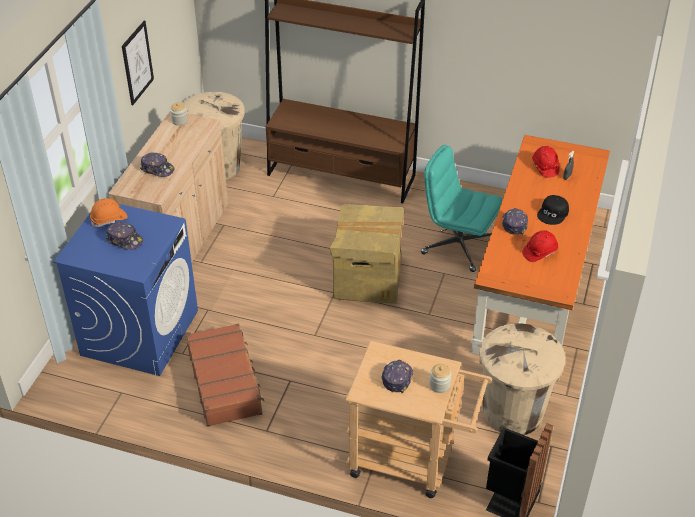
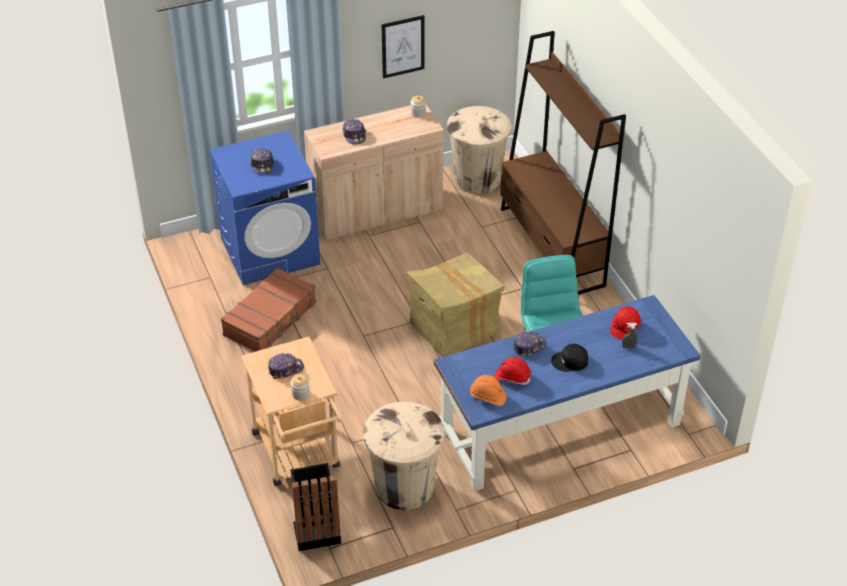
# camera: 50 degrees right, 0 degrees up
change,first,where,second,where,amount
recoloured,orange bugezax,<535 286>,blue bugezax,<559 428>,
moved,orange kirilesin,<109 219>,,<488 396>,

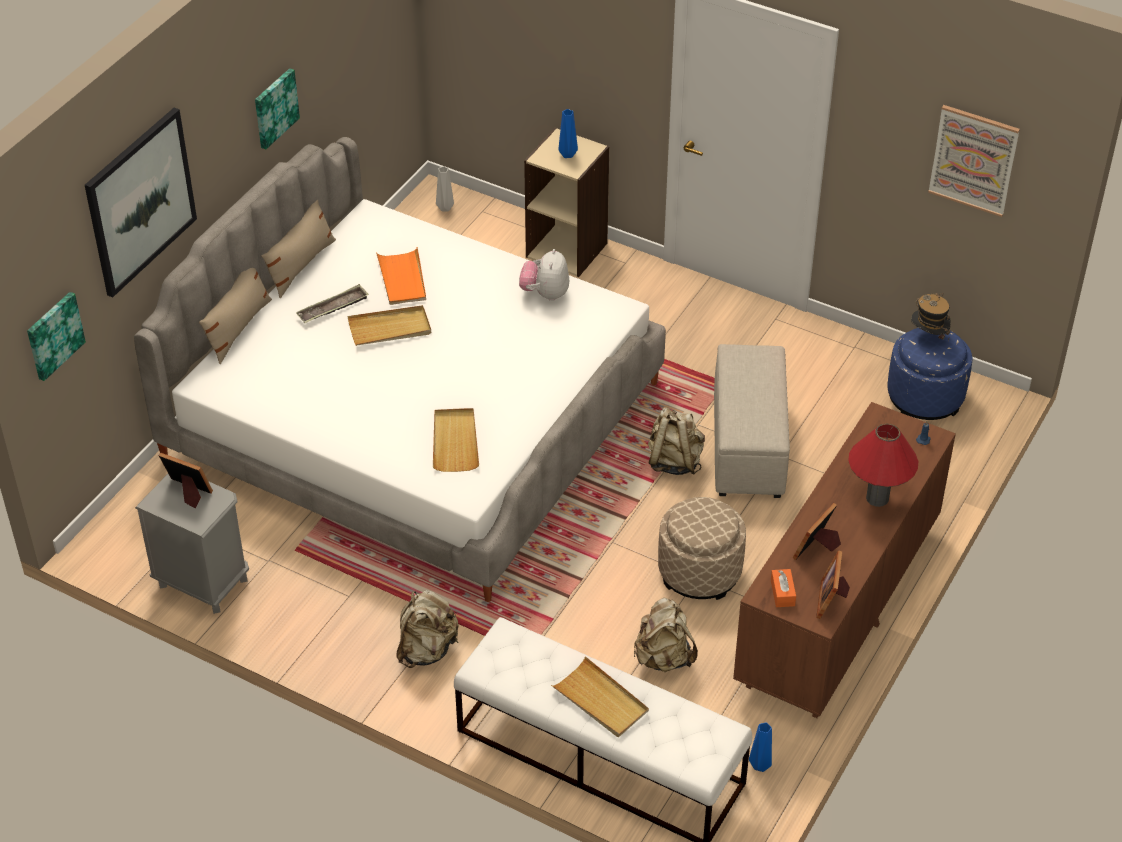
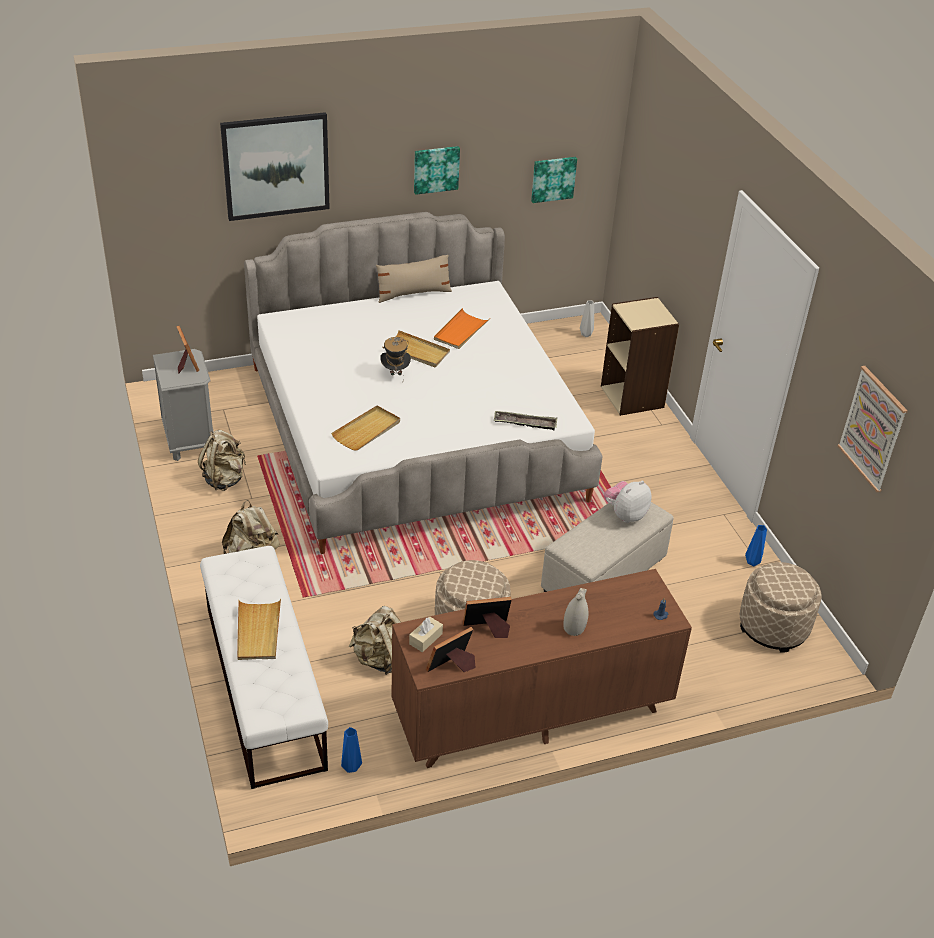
# camera: 40 degrees right, 5 degrees down
change,first,where,second,where,amount
moved,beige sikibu,<674 461>,,<224 479>,
moved,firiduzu,<928 337>,,<395 374>,
recoloured,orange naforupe,<782 593>,beige naforupe,<425 639>,
moved,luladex,<333 308>,,<525 423>,
moved,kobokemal,<54 335>,,<553 178>,
replaced,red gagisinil,<877 498>,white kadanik,<574 628>,
moved,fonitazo,<545 293>,,<625 515>,
recoloured,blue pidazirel,<925 397>,beige pidazirel,<773 627>,
moved,blue kadanik,<568 155>,,<753 563>,
removed,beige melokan,<238 328>,,,

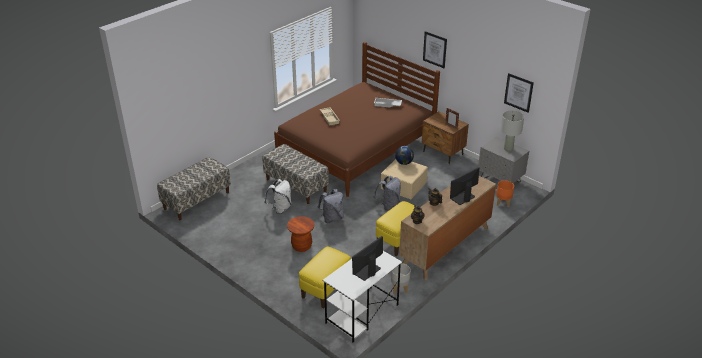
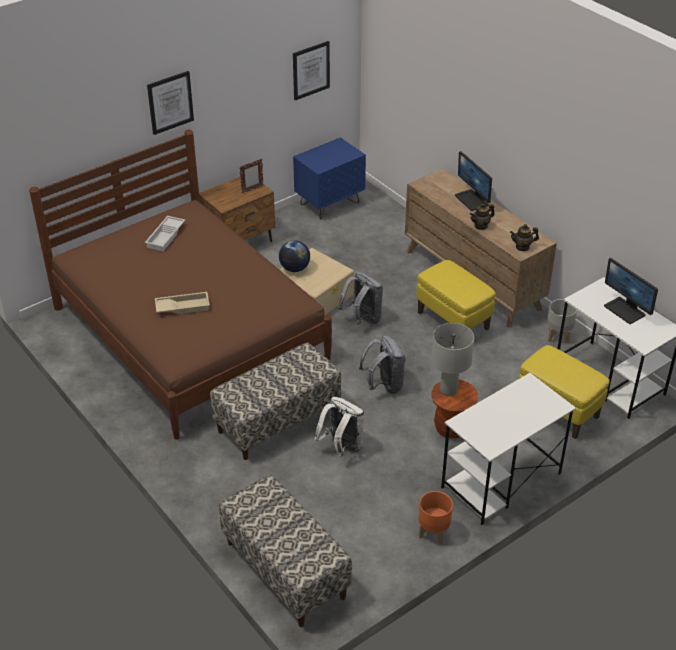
# camera: 80 degrees left, 5 degrees up
change,first,where,second,where,amount
recoloured,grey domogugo,<500 180>,blue domogugo,<329 203>,
moved,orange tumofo,<503 203>,,<434 532>,
moved,grey gagisinil,<508 149>,,<449 390>,
added,,,white bugezax,<500 481>,

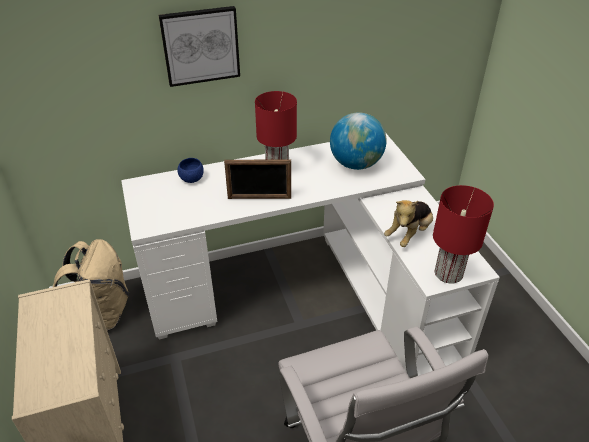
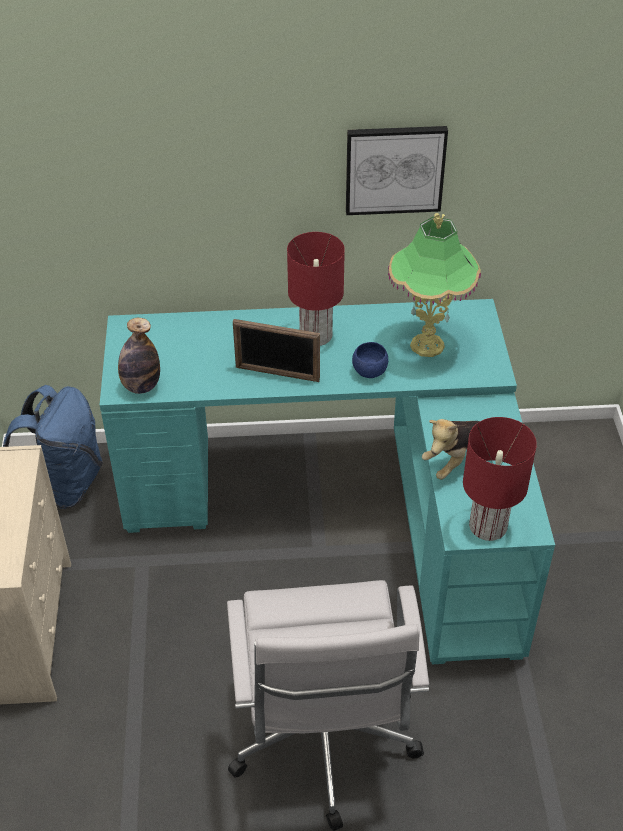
# camera: 15 degrees right, 5 degrees up
change,first,where,second,where,amount
recoloured,beige sikibu,<103 314>,blue sikibu,<65 484>,
recoloured,white bugezax,<309 291>,turquoise bugezax,<347 508>,
added,,,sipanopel,<141 386>,
moved,kobokemal,<200 46>,,<394 169>,
moved,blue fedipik,<191 179>,,<369 371>,
replaced,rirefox,<355 164>,gagisinil,<427 345>,

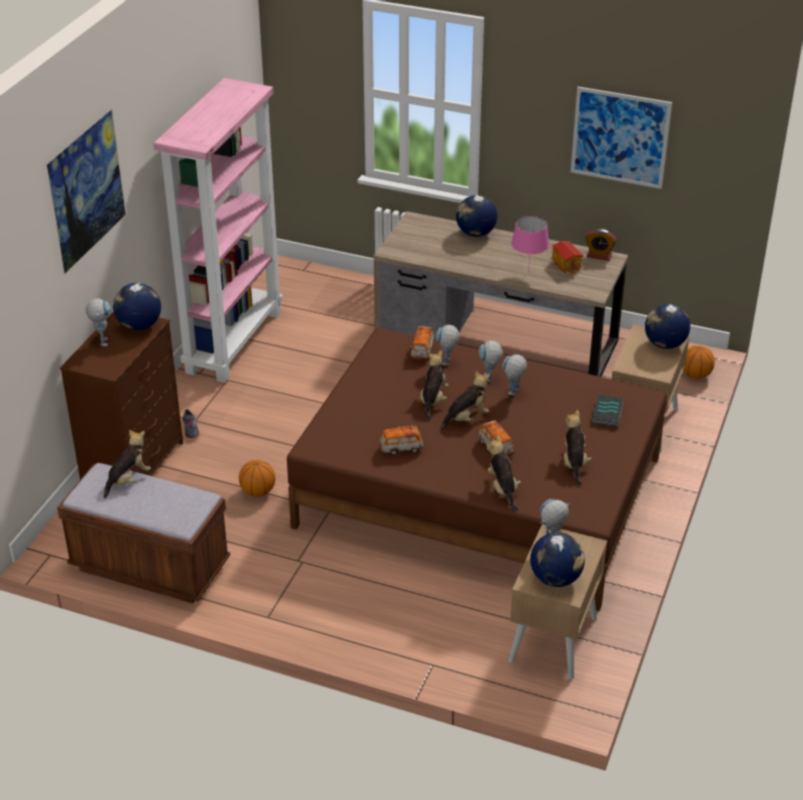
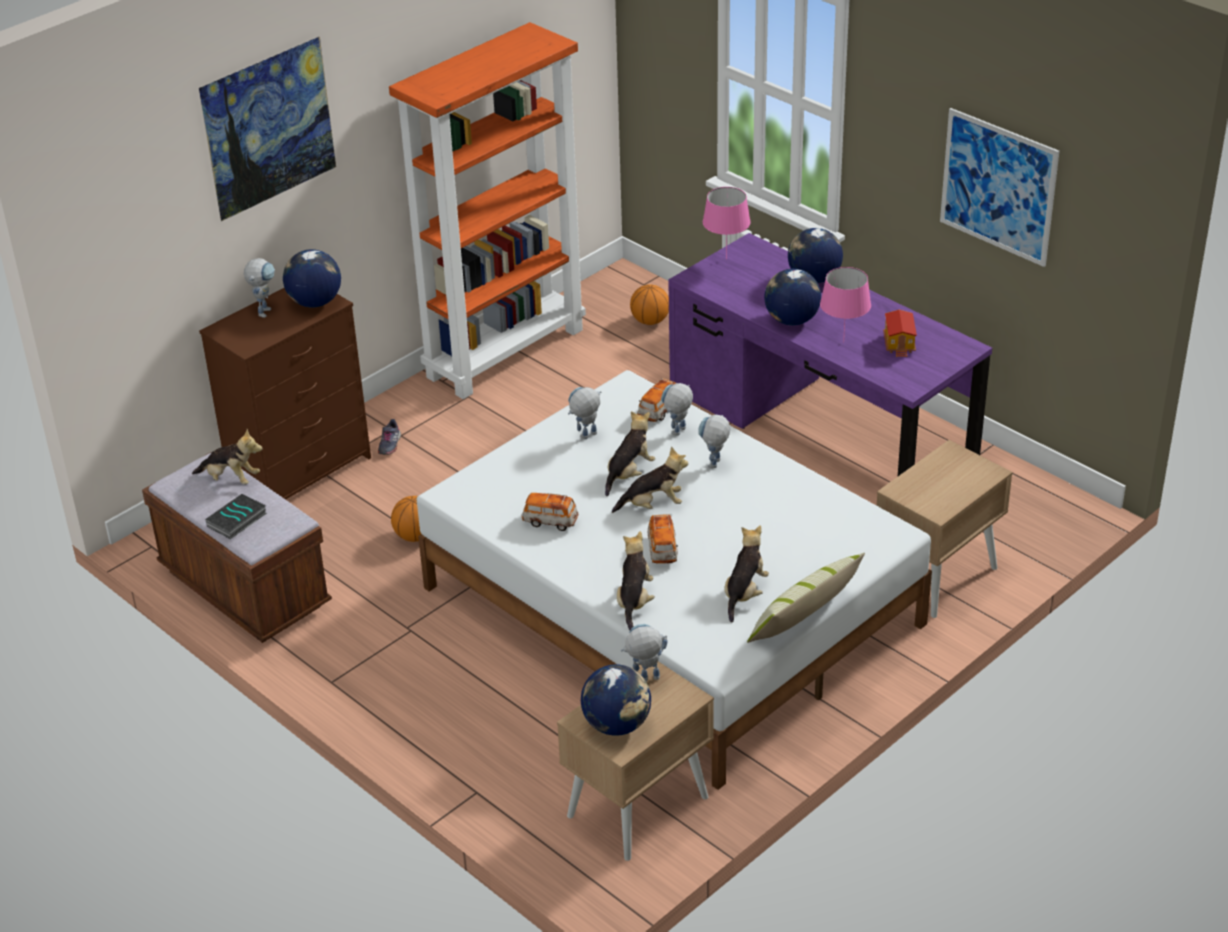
# camera: 25 degrees right, 0 degrees up
change,first,where,second,where,amount
turned,fonitazo,<128 480>,,<231 479>,45 degrees clockwise
moved,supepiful,<608 414>,,<237 521>,
recoloured,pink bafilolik,<233 341>,orange bafilolik,<505 352>,
recoloured,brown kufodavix,<479 492>,white kufodavix,<671 606>,
moved,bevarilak,<513 394>,,<586 437>,
moved,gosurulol,<695 375>,,<650 321>,
recoloured,brown bugezax,<496 341>,purple bugezax,<820 426>,
added,,,pink gagisinil,<726 259>,
added,,,melokan,<804 618>,
moved,rirefox,<664 344>,,<791 320>,
removed,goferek,<599 255>,,,

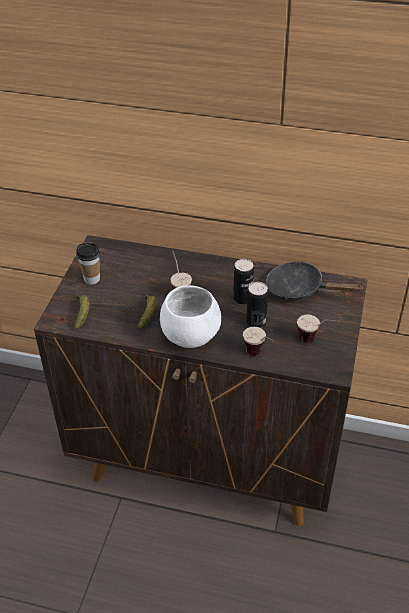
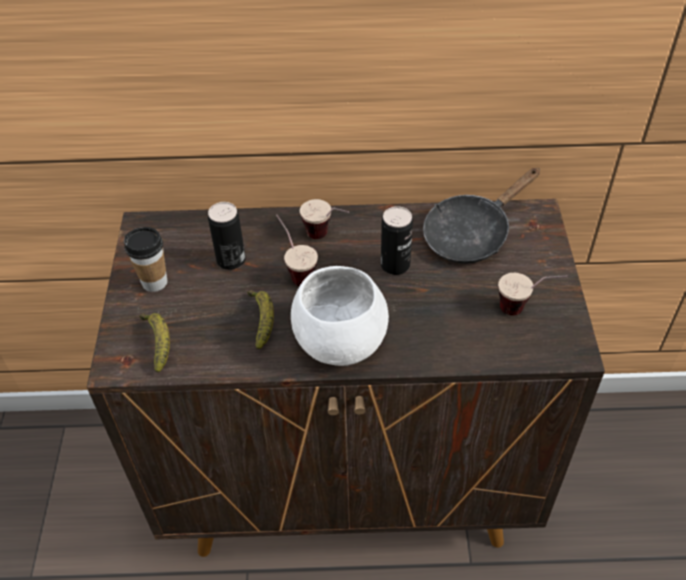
# camera: 15 degrees left, 5 degrees up
change,first,where,second,where,amount
moved,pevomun,<256 321>,,<231 260>,
moved,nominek,<259 355>,,<327 237>,
turned,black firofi,<300 289>,,<471 234>,45 degrees counterclockwise

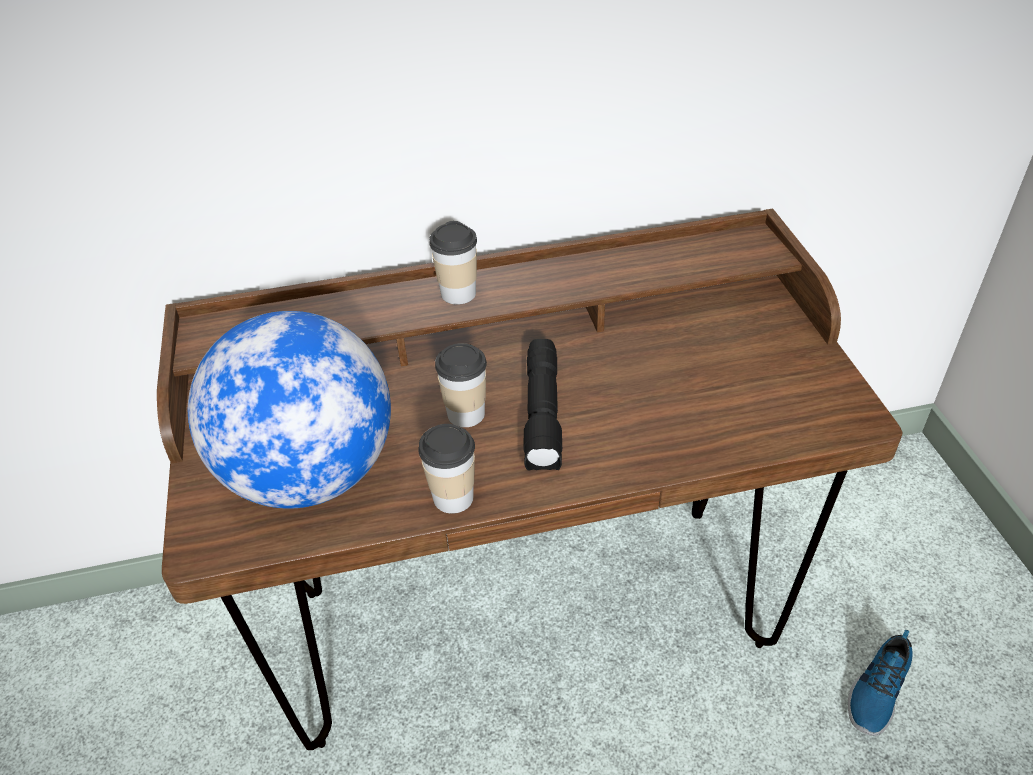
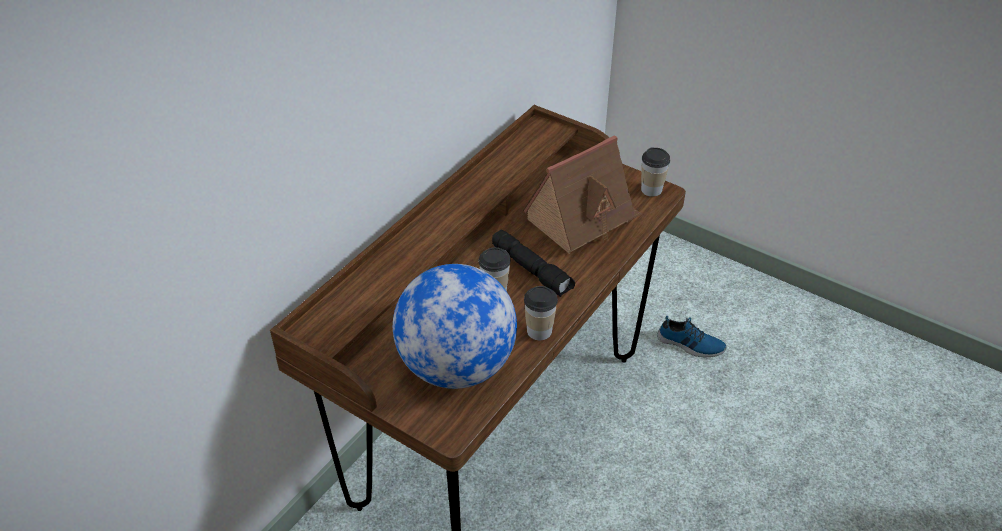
# camera: 45 degrees left, 0 degrees up
change,first,where,second,where,amount
added,,,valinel,<582 218>,
moved,nominek,<458 294>,,<651 190>,
turned,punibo,<877 689>,,<690 344>,60 degrees counterclockwise

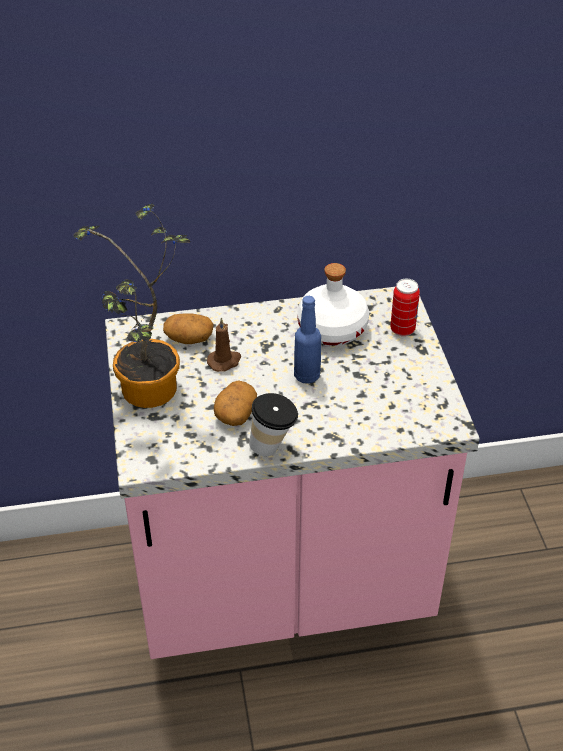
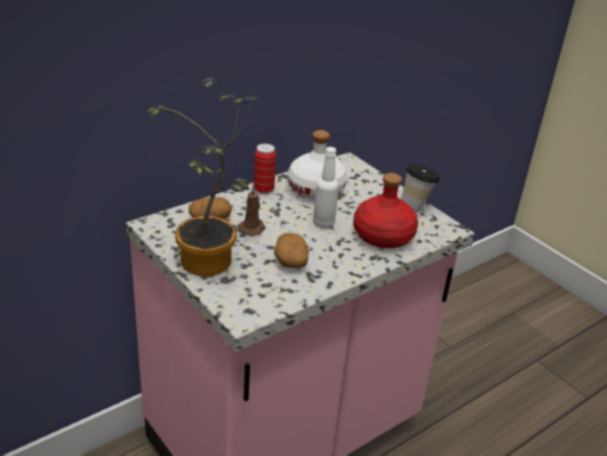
# camera: 30 degrees left, 10 degrees down
change,first,where,second,where,amount
moved,pevomun,<402 330>,,<263 189>,
recoloured,blue sipanopel,<306 376>,white sipanopel,<323 223>,
added,,,red sipanopel,<384 236>,
moved,nominek,<273 447>,,<416 207>,

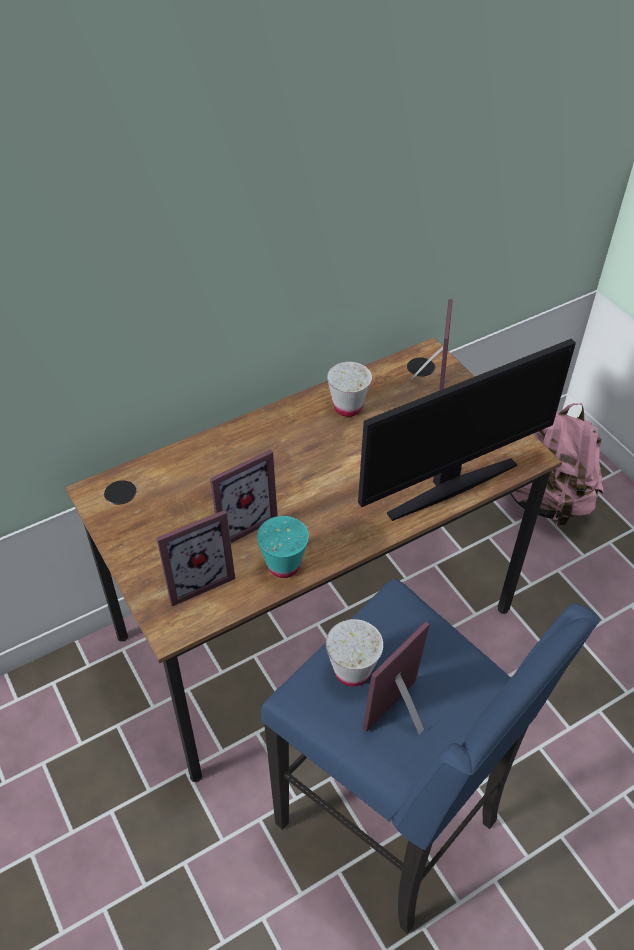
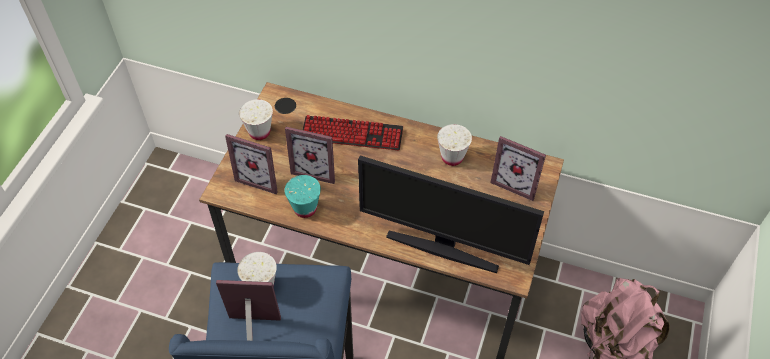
# camera: 50 degrees right, 5 degrees up
change,first,where,second,where,amount
added,,,white nominek,<259 132>,
added,,,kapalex,<352 134>,
turned,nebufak,<427 383>,,<516 182>,60 degrees clockwise

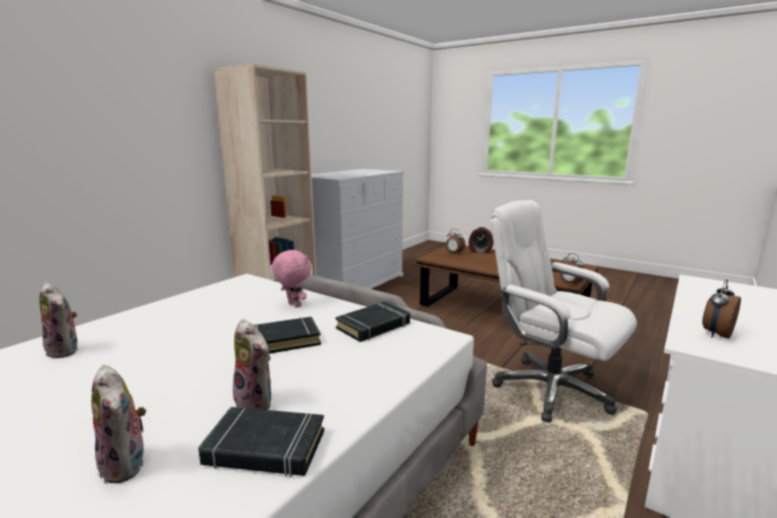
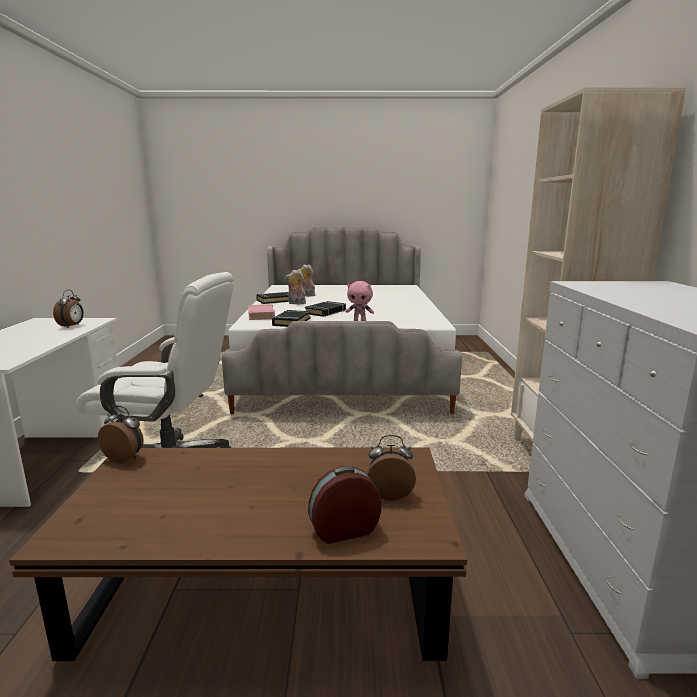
# camera: 145 degrees right, 0 degrees up
change,first,where,second,where,amount
added,,,pink supepiful,<261 315>,
removed,fonitazo,<66 350>,,,

